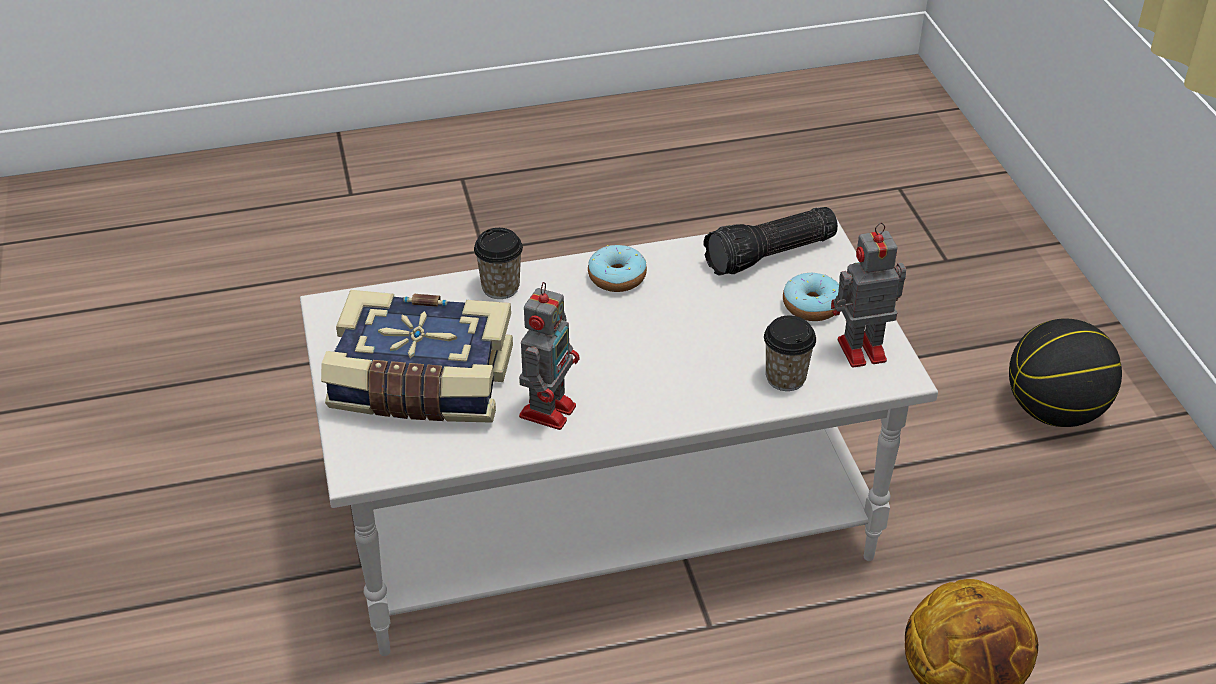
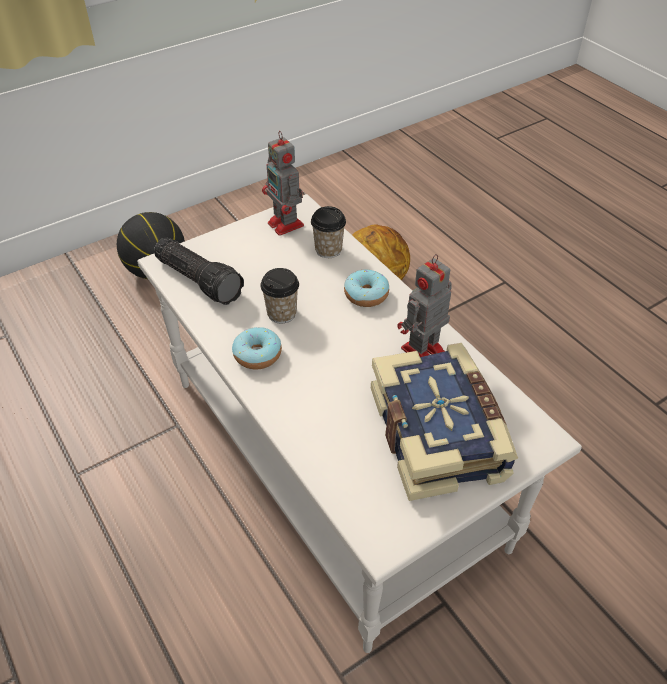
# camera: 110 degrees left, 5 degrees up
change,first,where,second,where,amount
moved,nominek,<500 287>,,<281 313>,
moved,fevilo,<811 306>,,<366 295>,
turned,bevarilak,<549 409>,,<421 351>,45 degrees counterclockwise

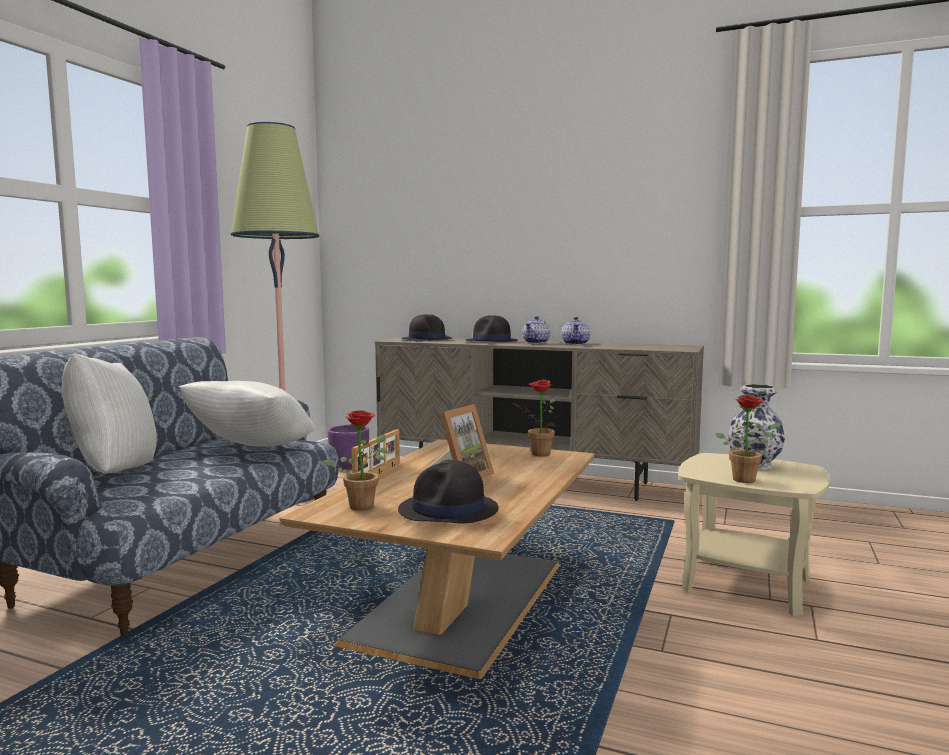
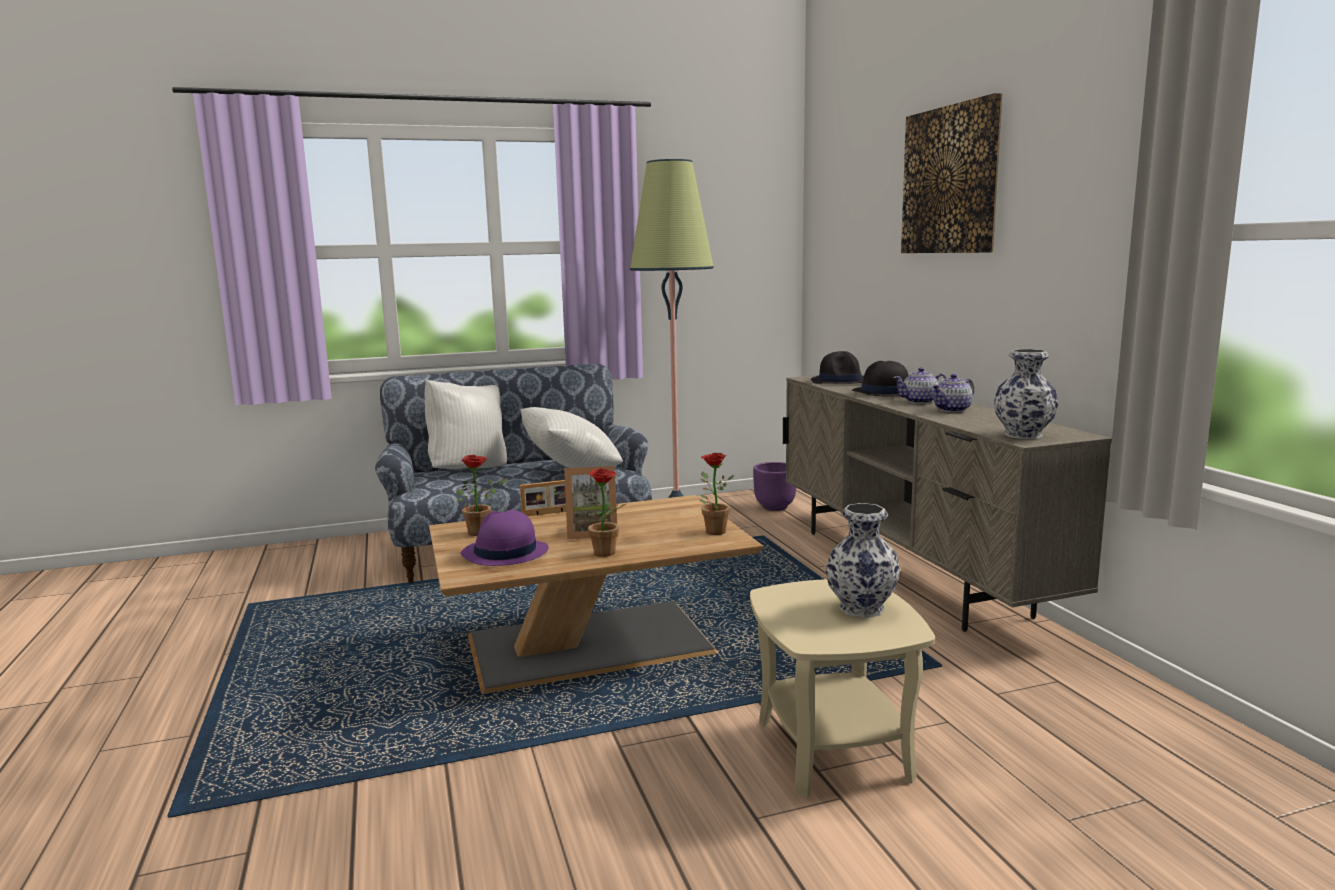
# camera: 50 degrees right, 5 degrees up
change,first,where,second,where,amount
recoloured,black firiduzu,<448 510>,purple firiduzu,<504 553>,
moved,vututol,<747 479>,,<609 553>,
added,,,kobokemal,<950 180>,
added,,,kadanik,<1023 435>,

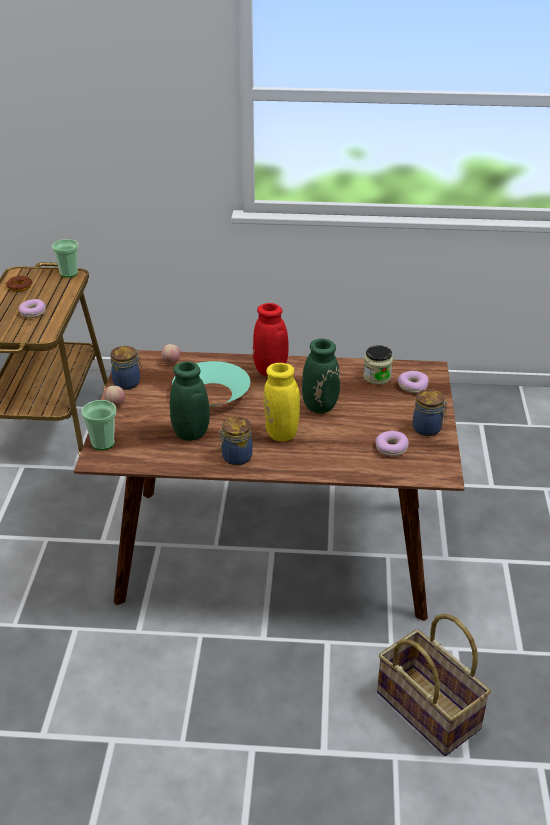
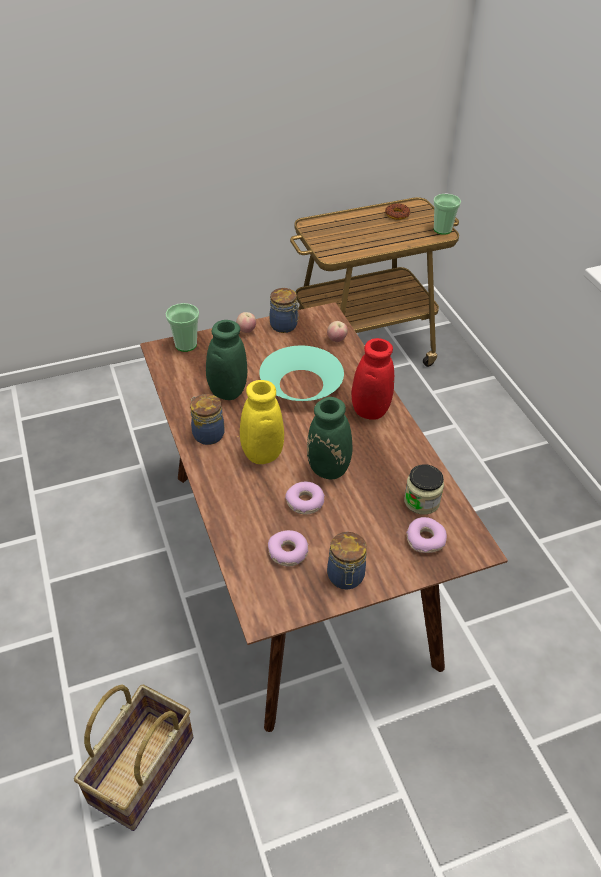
# camera: 65 degrees right, 10 degrees up
change,first,where,second,where,amount
moved,fevilo,<33 313>,,<305 502>,

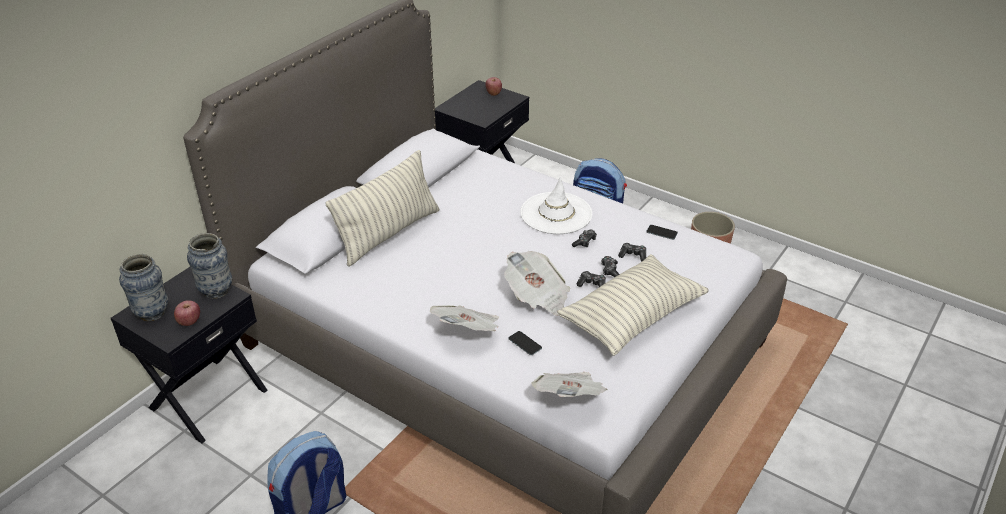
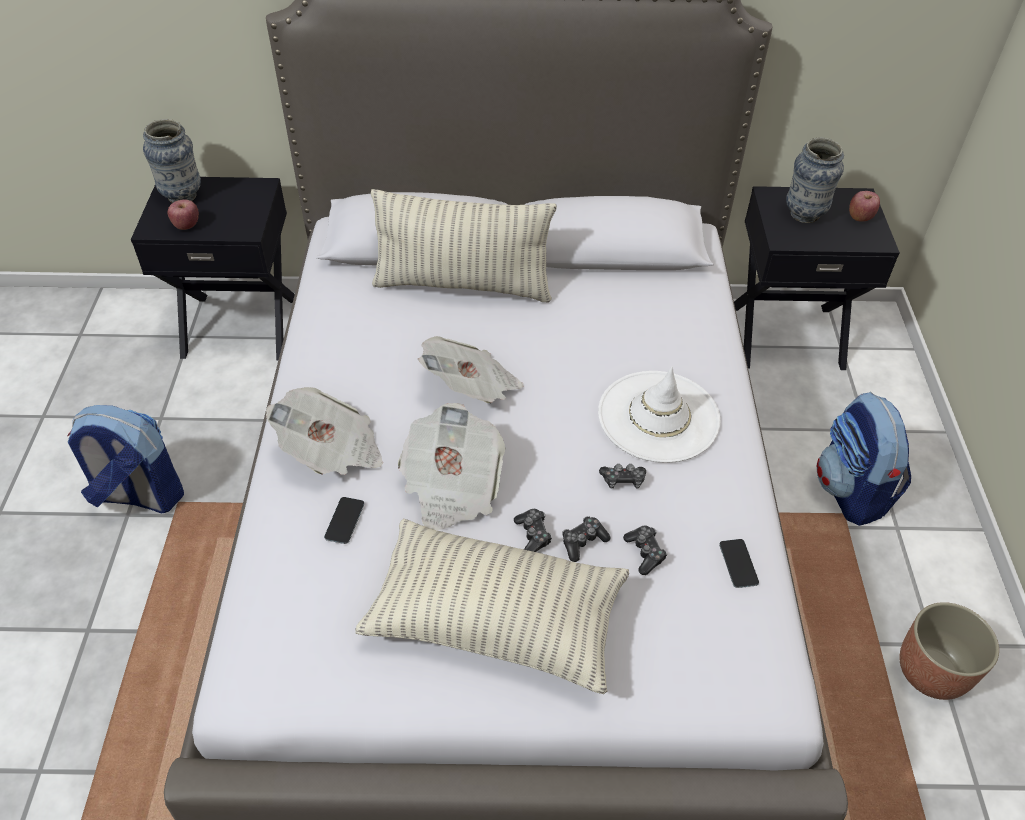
# camera: 55 degrees right, 10 degrees up
change,first,where,second,where,amount
moved,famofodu,<569 397>,,<472 388>,
moved,kadanik,<216 291>,,<804 214>,

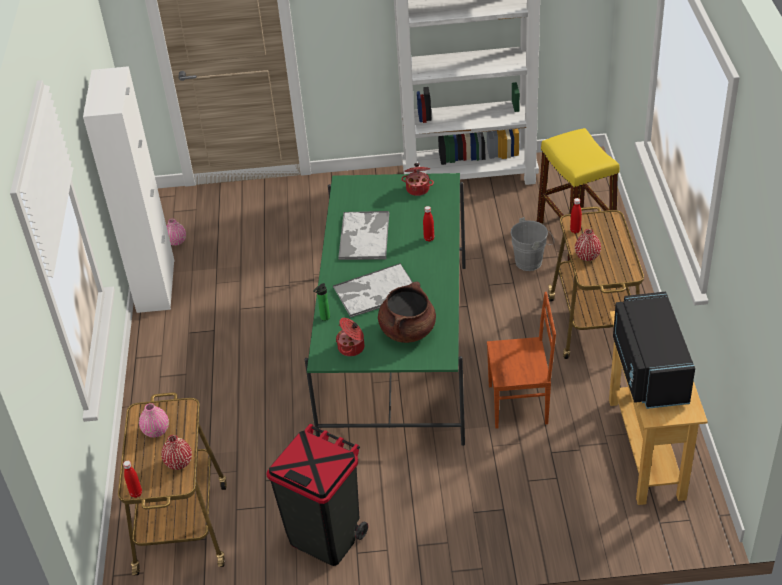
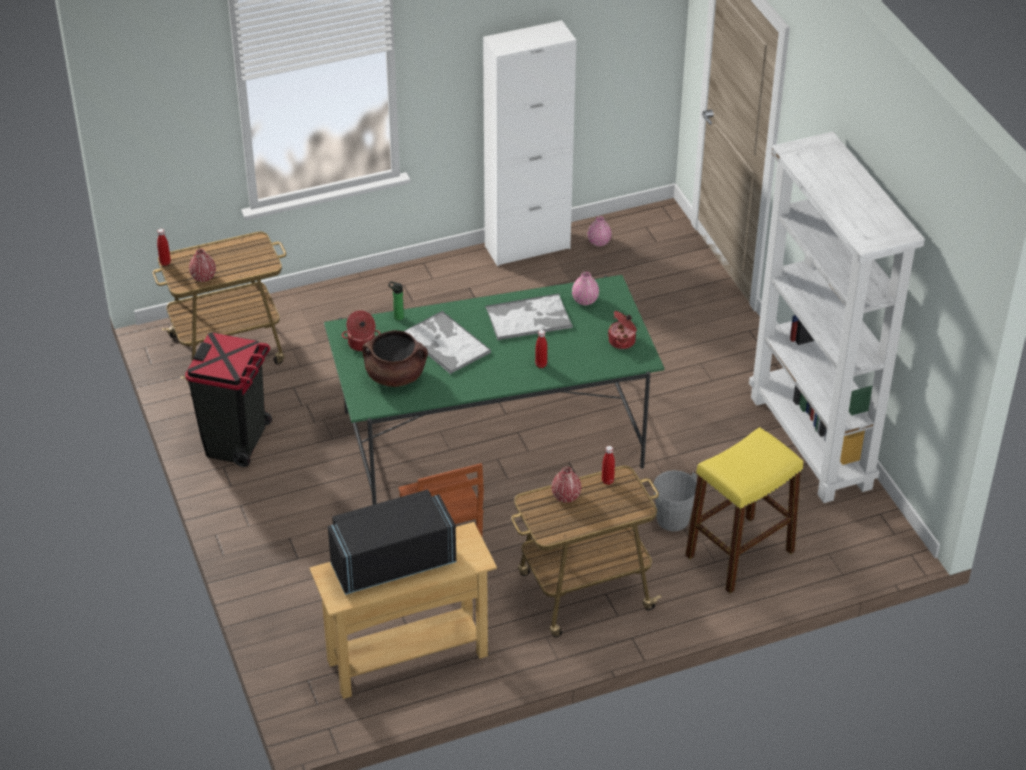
# camera: 70 degrees right, 0 degrees up
change,first,where,second,where,amount
moved,pink kadanik,<156 431>,,<585 300>,

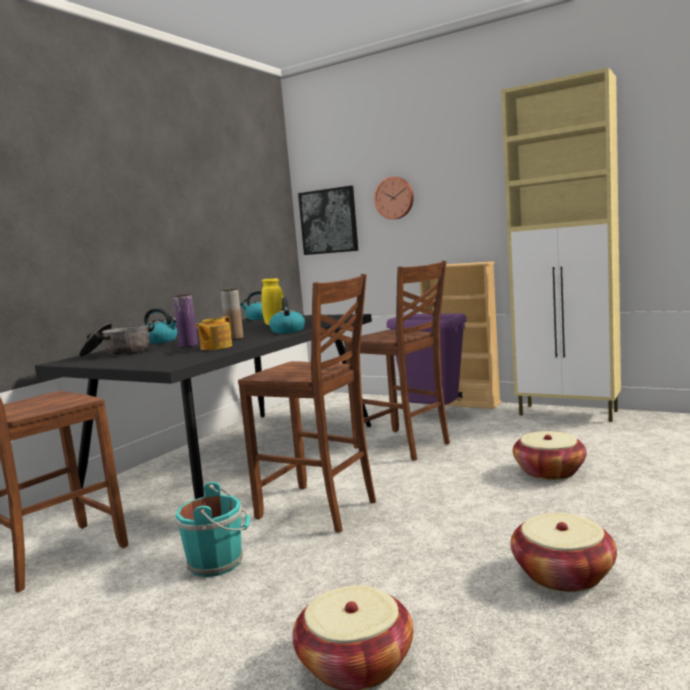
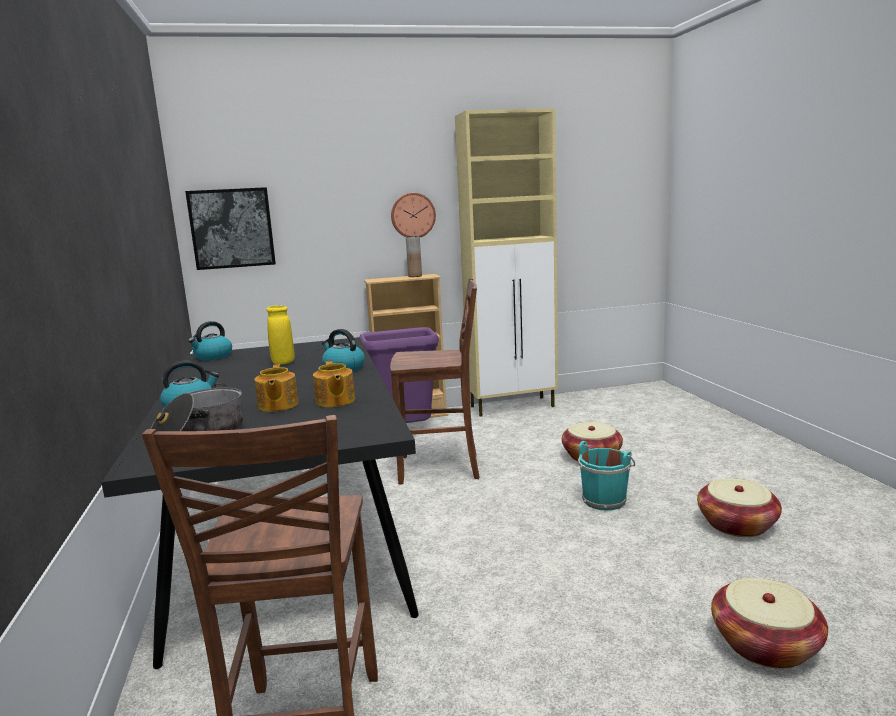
# camera: 45 degrees left, 5 degrees up
change,first,where,second,where,amount
replaced,purple kadanik,<188 345>,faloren,<277 405>,
moved,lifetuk,<394 198>,,<412 215>,
moved,brown kadanik,<234 338>,,<415 276>,
moved,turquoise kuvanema,<218 562>,,<604 499>,
removed,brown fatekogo,<319 510>,,,

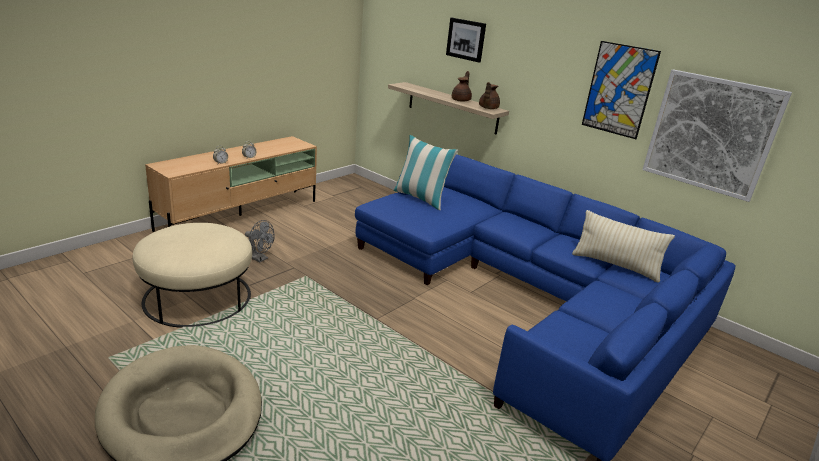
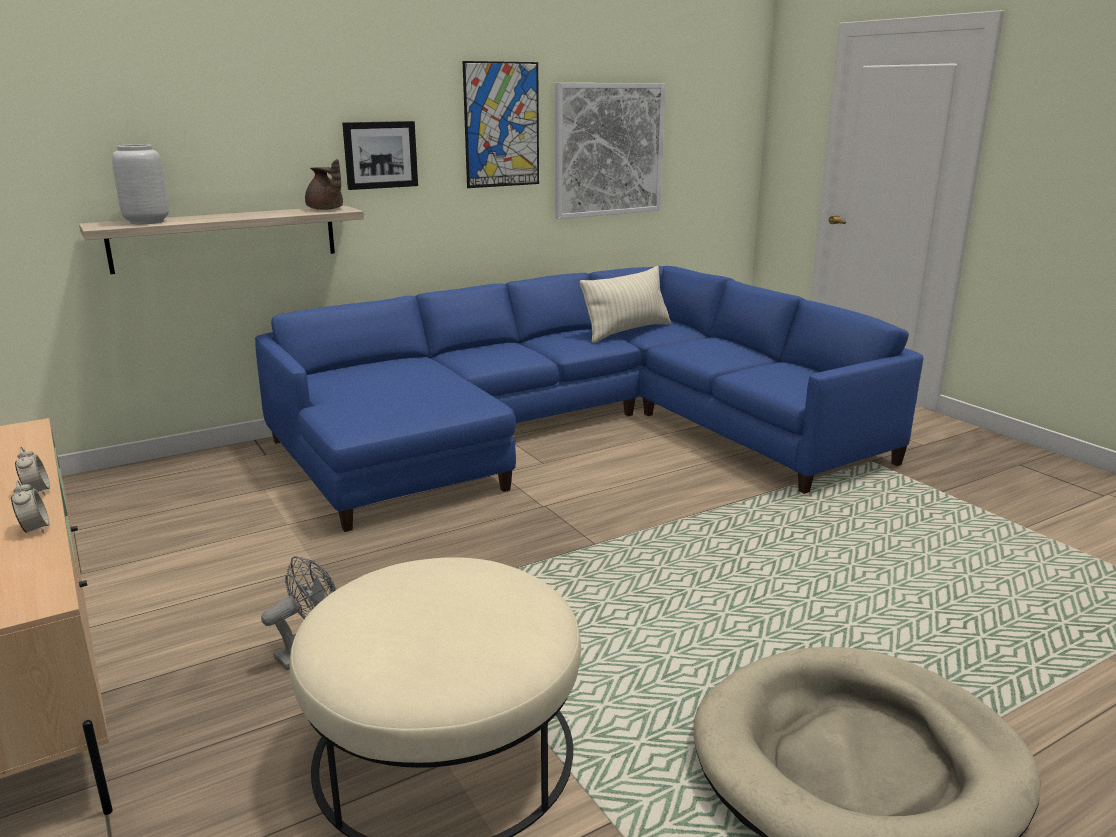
# camera: 70 degrees left, 5 degrees down
change,first,where,second,where,amount
added,,,grey kadanik,<147 222>,
moved,kobokemal,<466 39>,,<380 155>,
removed,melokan,<421 198>,,,
removed,brown faloren,<461 100>,,,

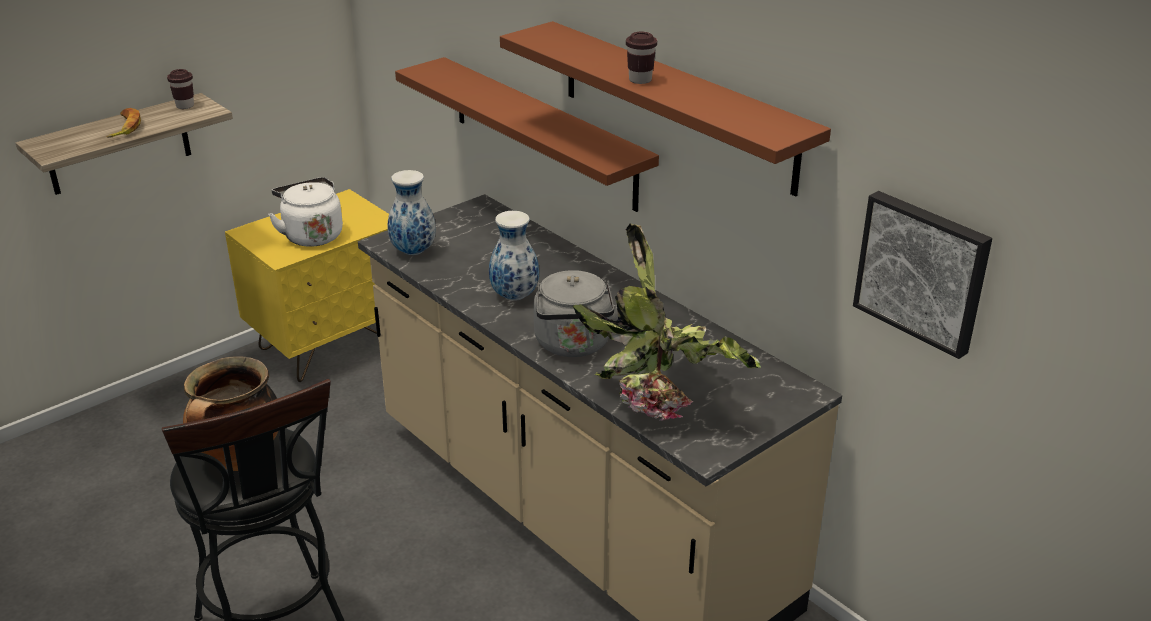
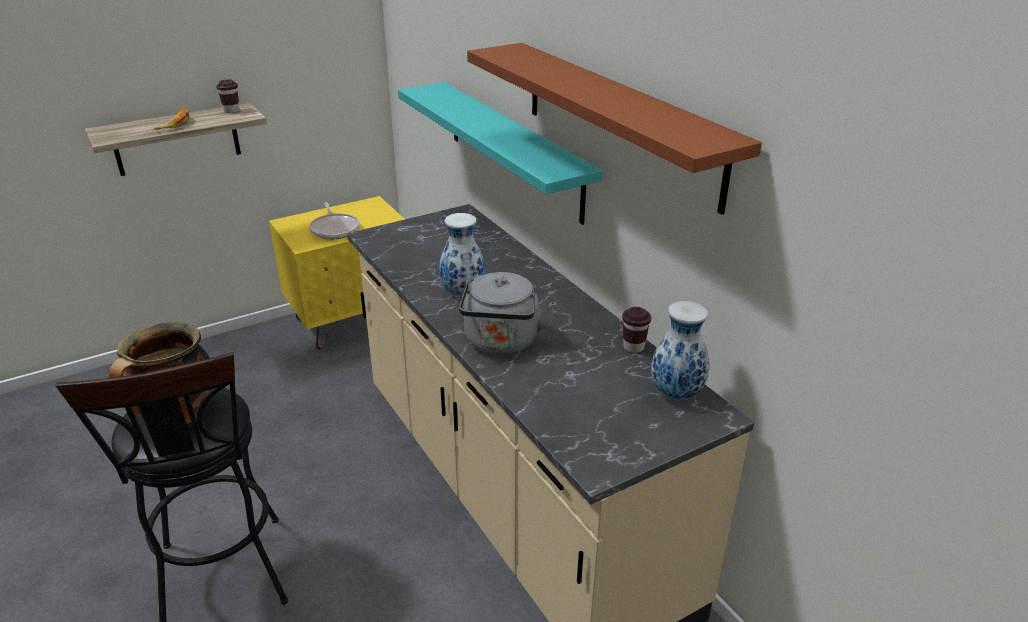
# camera: 10 degrees right, 0 degrees up
change,first,where,second,where,amount
replaced,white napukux,<311 235>,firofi,<335 229>,
recoloured,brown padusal,<542 132>,turquoise padusal,<512 149>,
moved,brown nominek,<640 80>,,<633 347>,
moved,kadanik,<412 252>,,<675 393>,
removed,vututol,<668 401>,,,
removed,kobokemal,<923 271>,,,

